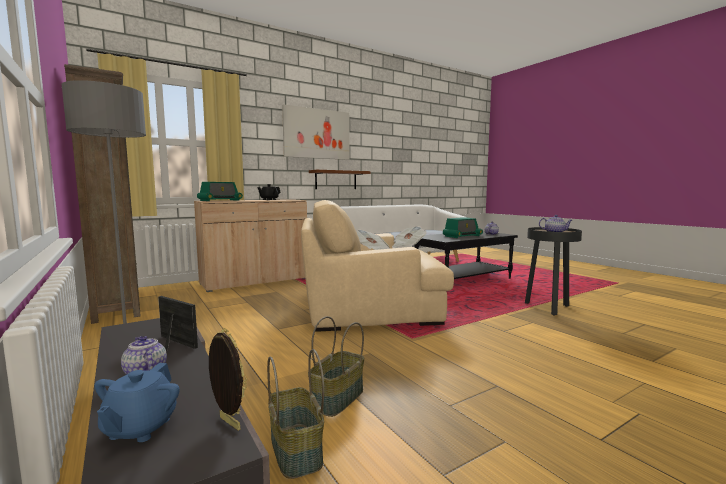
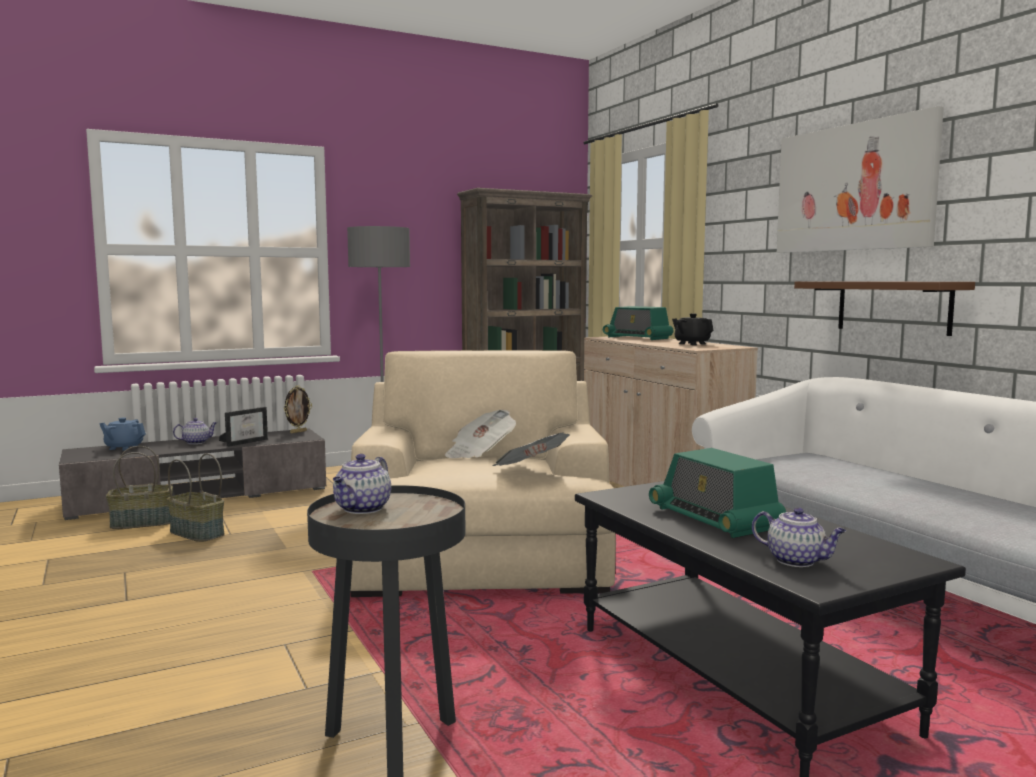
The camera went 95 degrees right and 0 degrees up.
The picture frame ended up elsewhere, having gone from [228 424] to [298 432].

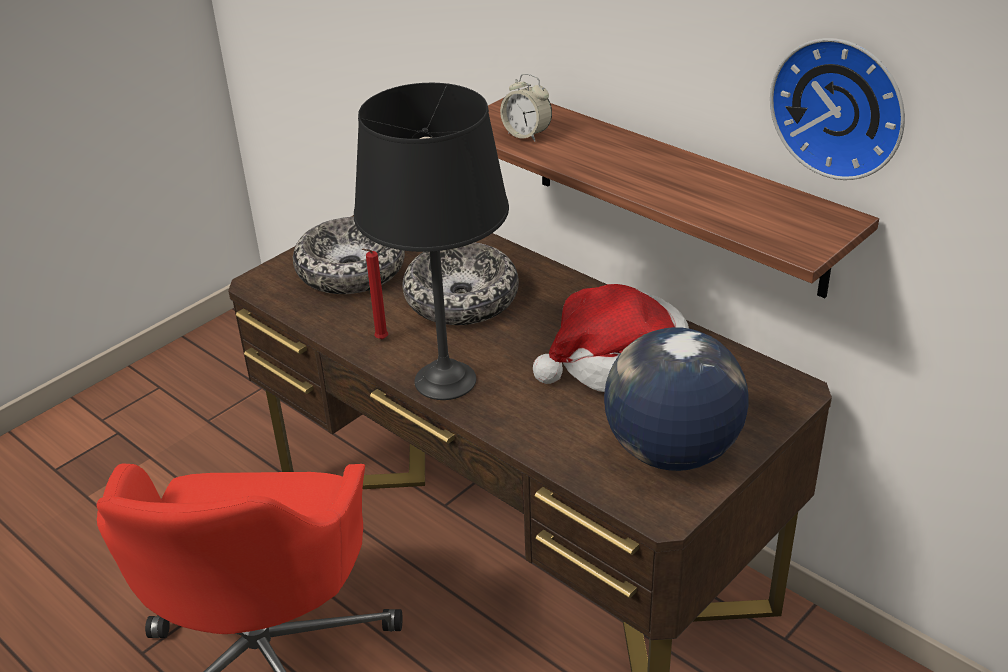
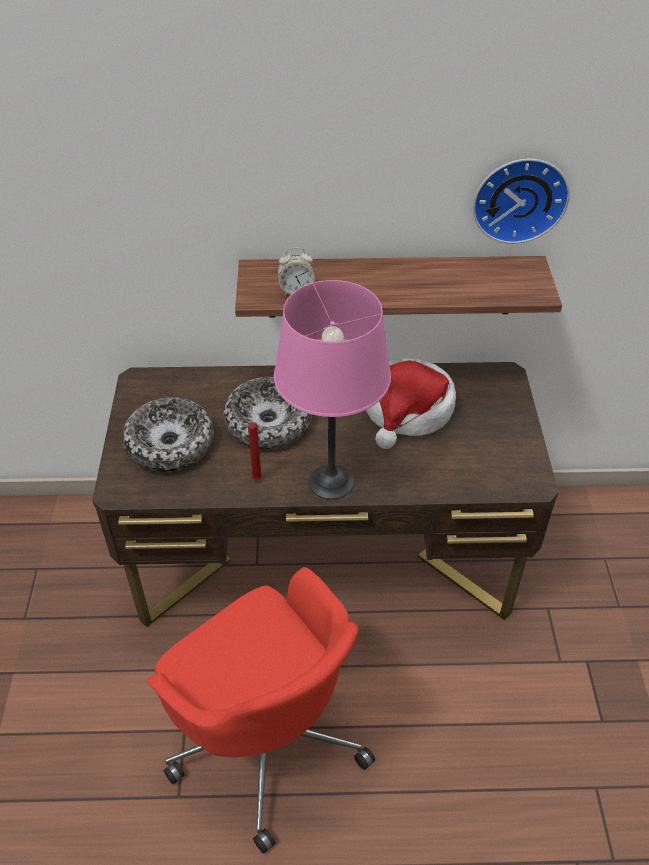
The camera went 45 degrees left and 10 degrees up.
What was the black table lamp at [445 380] turned into the pink table lamp at [330 482].
The second view lost the globe at [671 452].

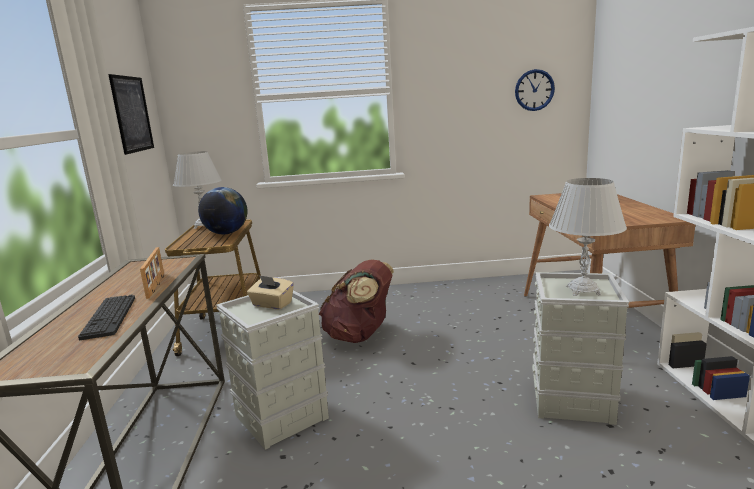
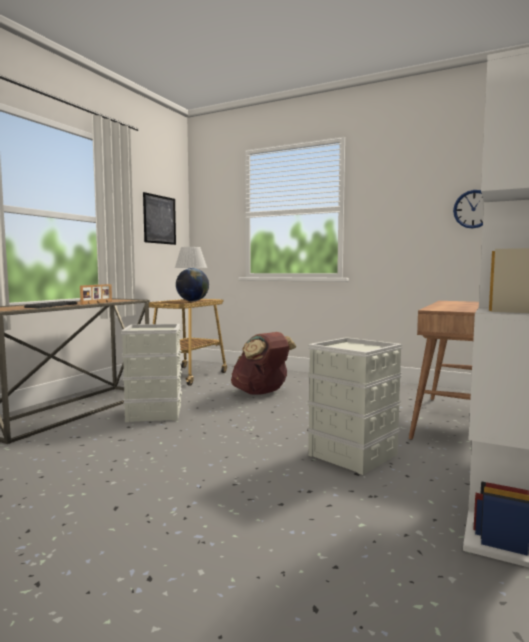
The camera went 30 degrees right and 10 degrees down.
The second view lost the beige tissue box at [272 304].
The second view lost the white table lamp at [583 290].

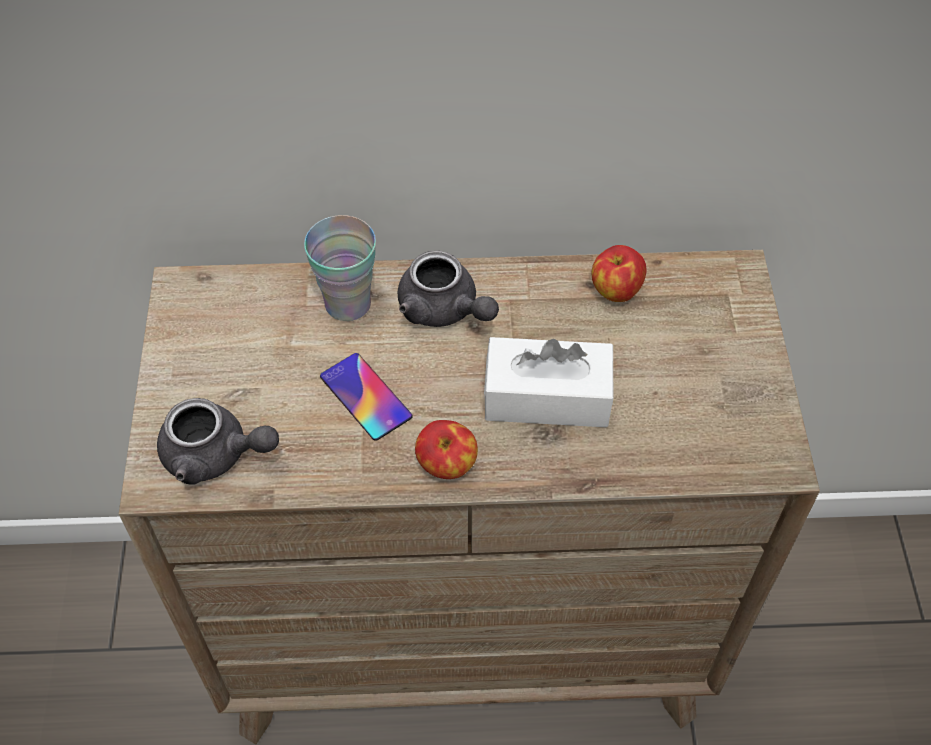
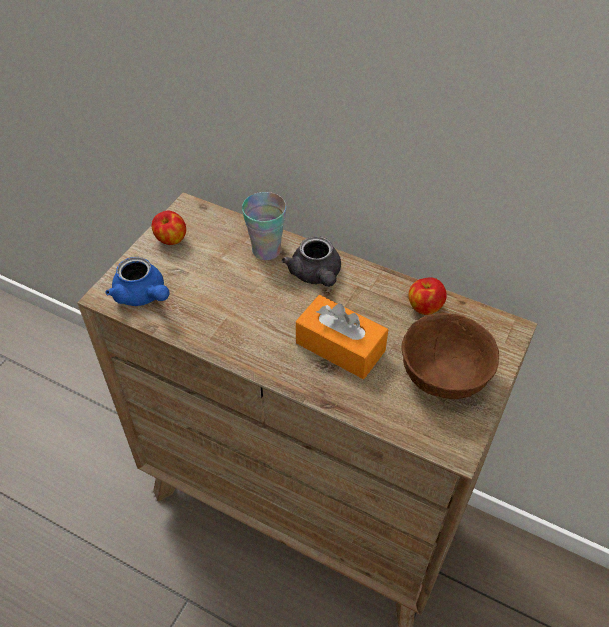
The camera went 30 degrees right and 5 degrees down.
What was the grey teapot at [215 455] turned into the blue teapot at [143 296].
The apple ended up elsewhere, having gone from [446 465] to [171 240].
What was the white tissue box at [547 397] turned into the orange tissue box at [340 347].
The second view gained the brown bowl at [442 376].
The second view lost the phone at [365 397].

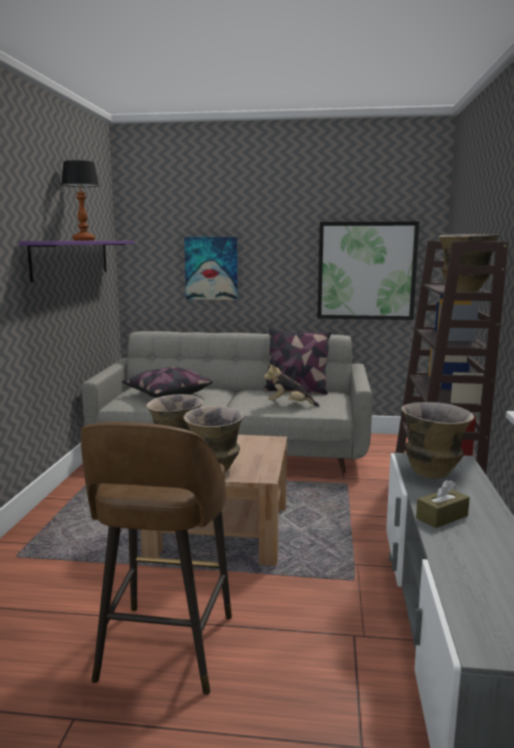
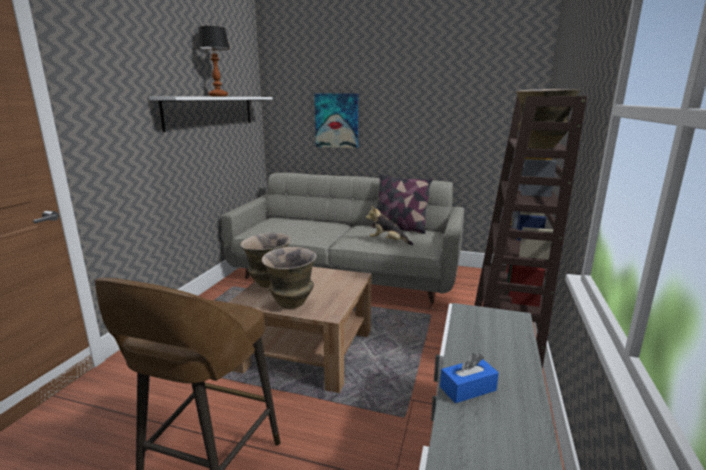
The camera went 10 degrees right and 5 degrees up.
What was the purple shelf at [72 258] turned into the white shelf at [211 111].
What was the brown tissue box at [442 517] turned into the blue tissue box at [468 389].
The second view lost the pillow at [166 394].
The second view lost the picture at [366 271].
The second view lost the vase at [432 473].

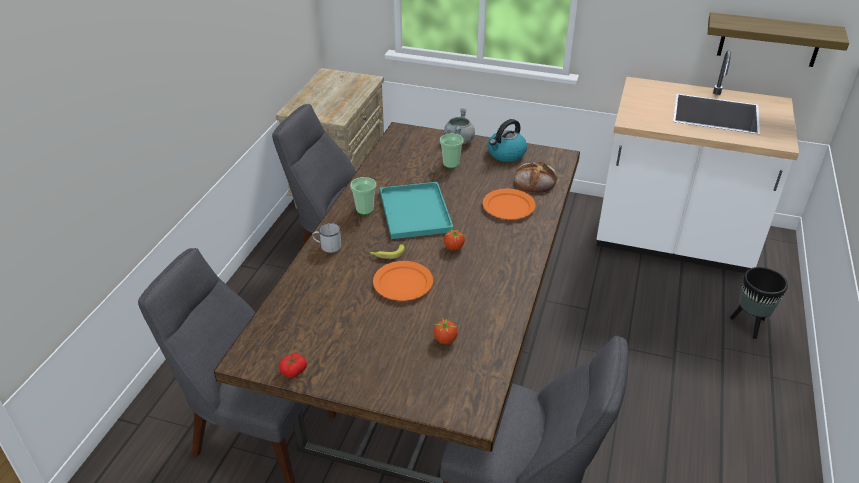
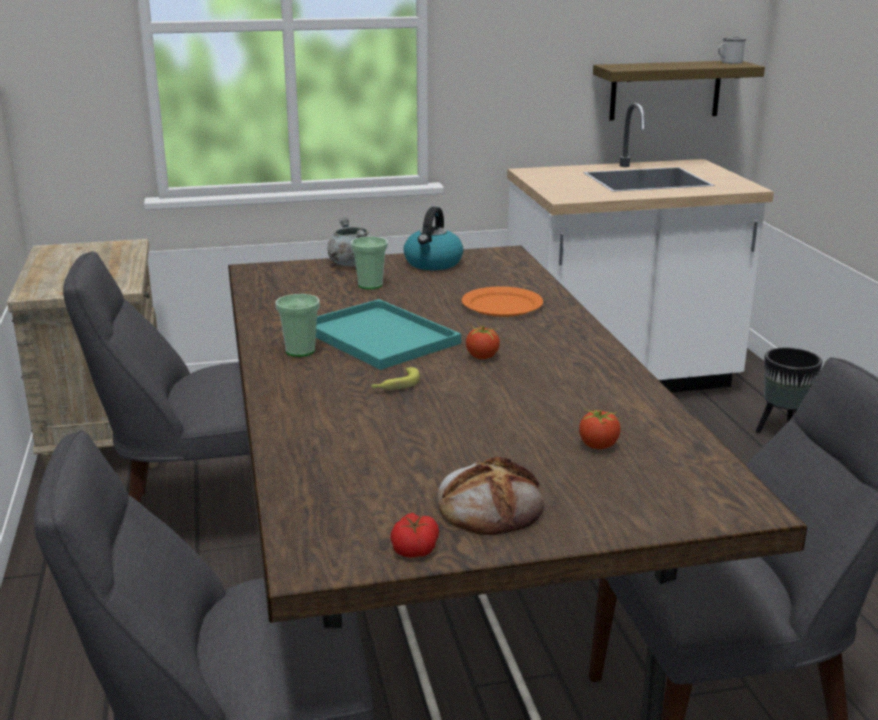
The camera went 30 degrees left and 15 degrees down.
The bread ended up elsewhere, having gone from [535 180] to [491 506].
The white mug ended up elsewhere, having gone from [327 246] to [728 62].
The second view lost the orange plate at [403 283].

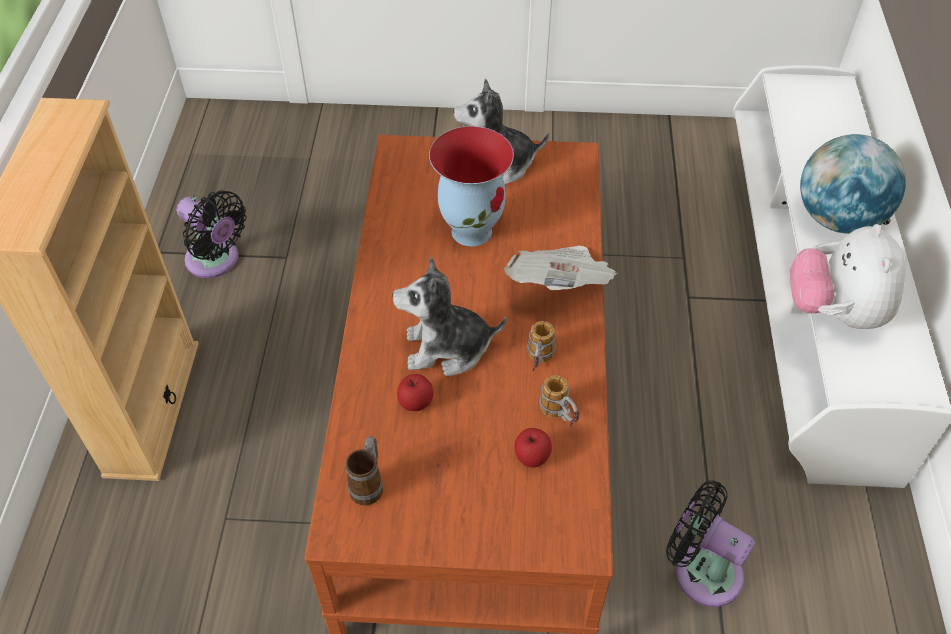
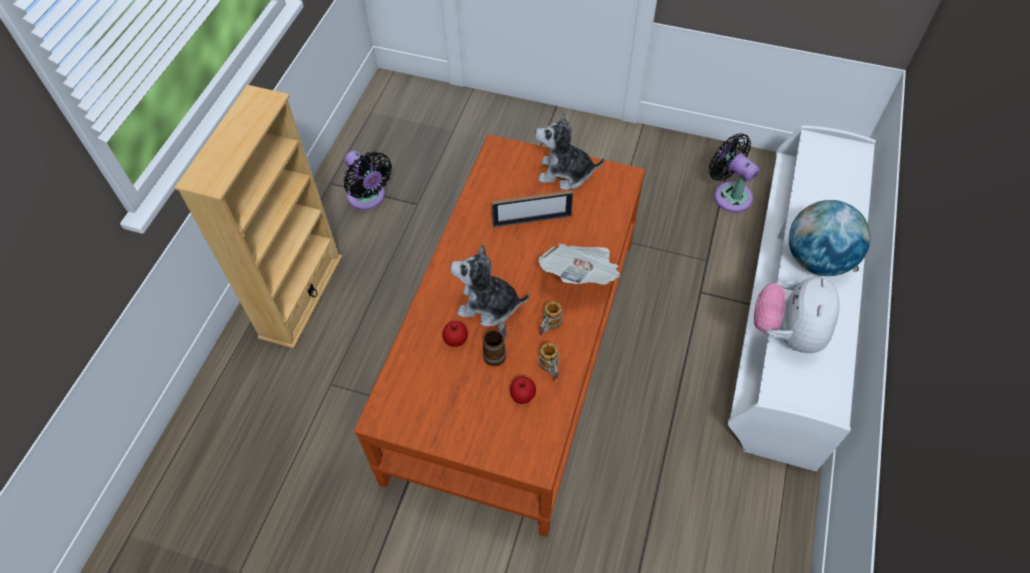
The camera went 15 degrees right and 5 degrees up.
The mug ended up elsewhere, having gone from [369 484] to [497 353].
Where the vase stood at [472 230], the picture frame came to stand at [532 220].
The black fan ended up elsewhere, having gone from [701 570] to [729 194].

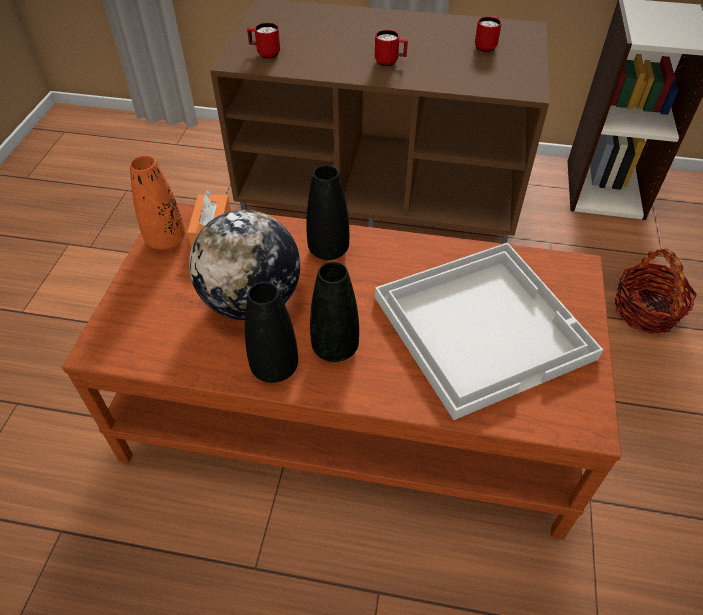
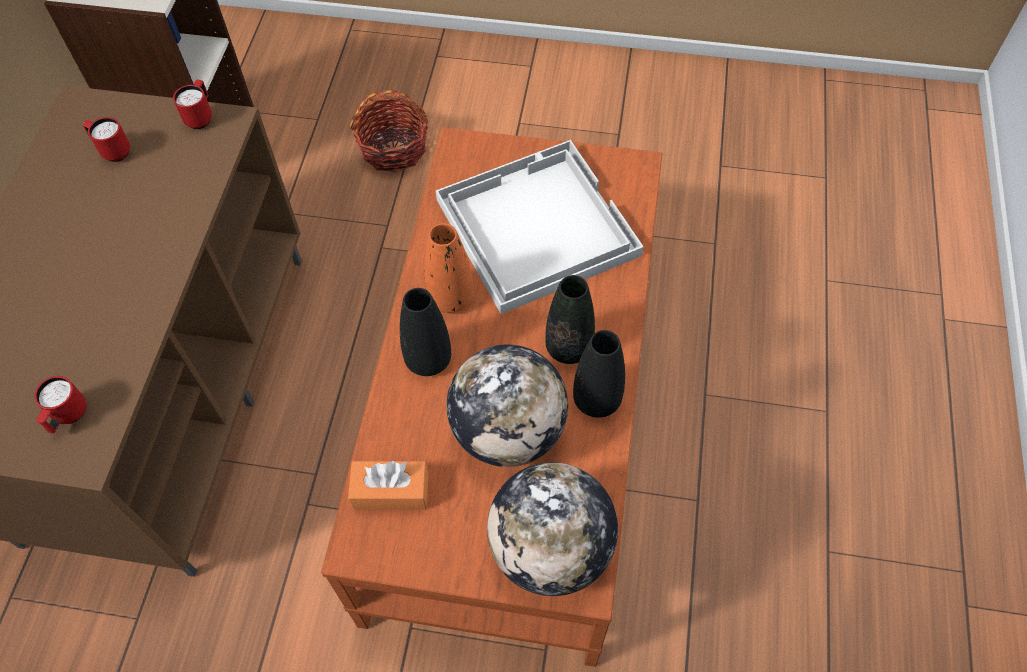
The camera went 90 degrees left and 10 degrees up.
The red mug ended up elsewhere, having gone from [390 62] to [201 117].
The orange vase ended up elsewhere, having gone from [166 240] to [450 298].
The second view gained the globe at [551 549].

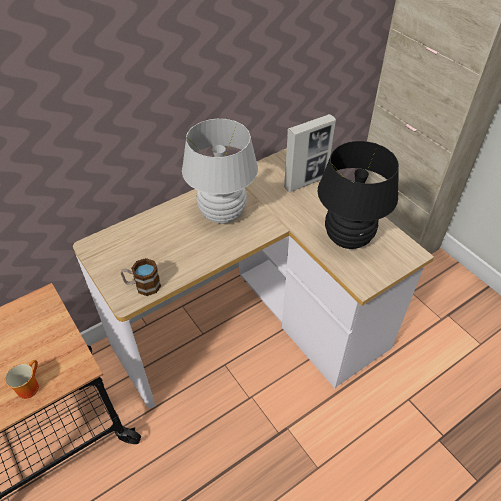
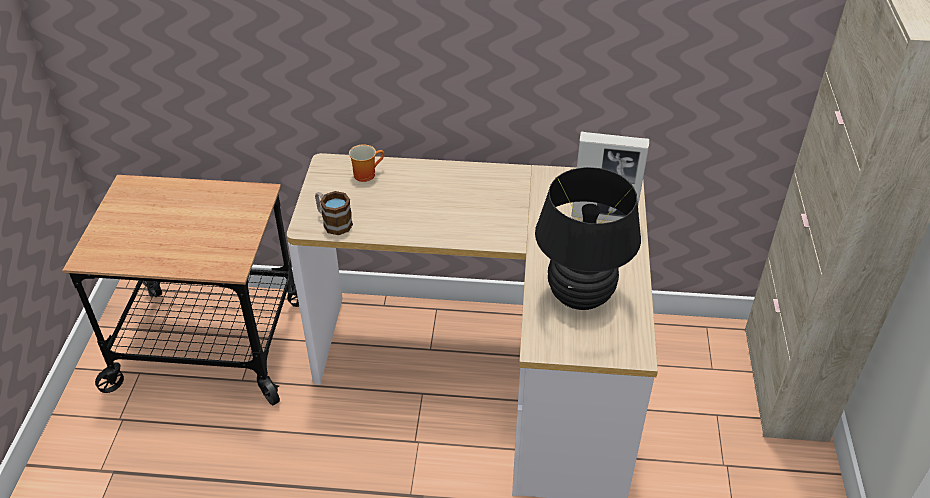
The camera went 40 degrees right and 5 degrees down.
The mug ended up elsewhere, having gone from [28 386] to [366 173].
The second view lost the white table lamp at [222 213].

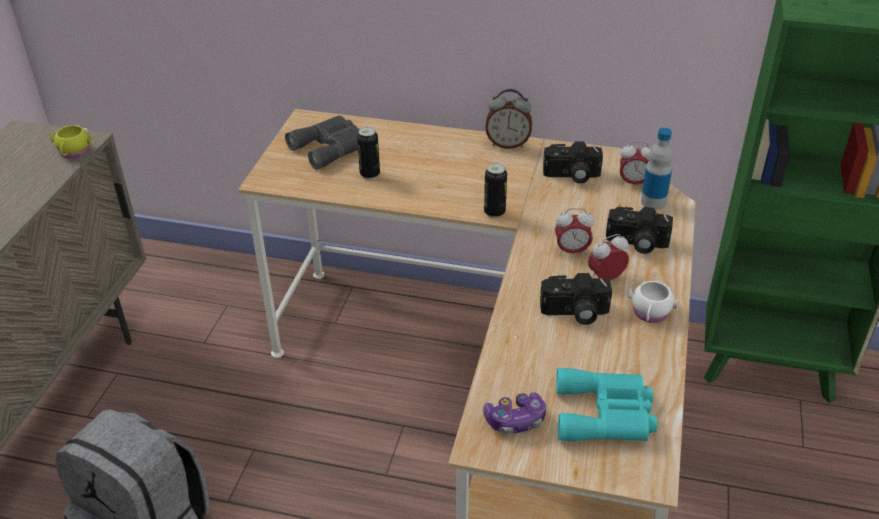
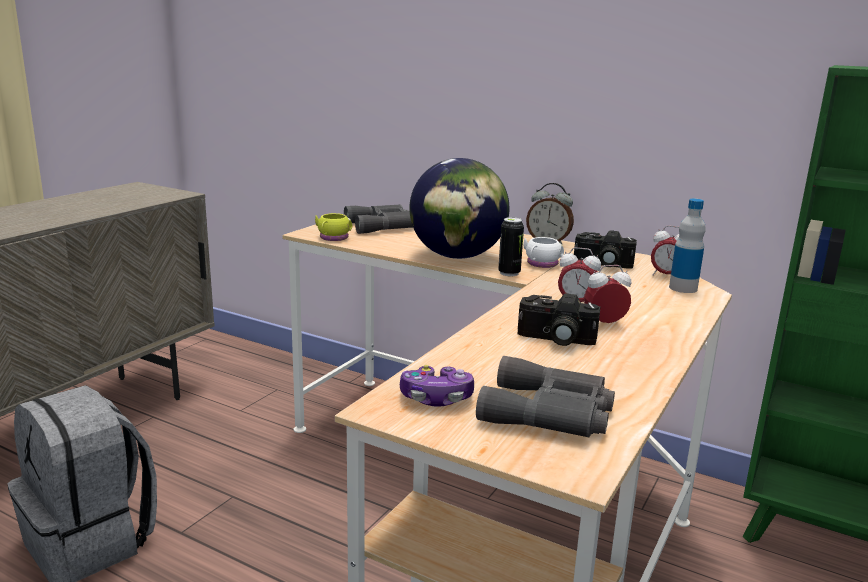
The camera went 15 degrees right and 20 degrees down.
The yellow mug ended up elsewhere, having gone from [74 153] to [332 238].
The second view gained the globe at [457 256].
What was the turquoise binoculars at [606 414] turned into the grey binoculars at [550 412].
The white mug ended up elsewhere, having gone from [650 314] to [541 264].
The second view lost the can at [370 174].
The second view lost the photo camera at [636 243].

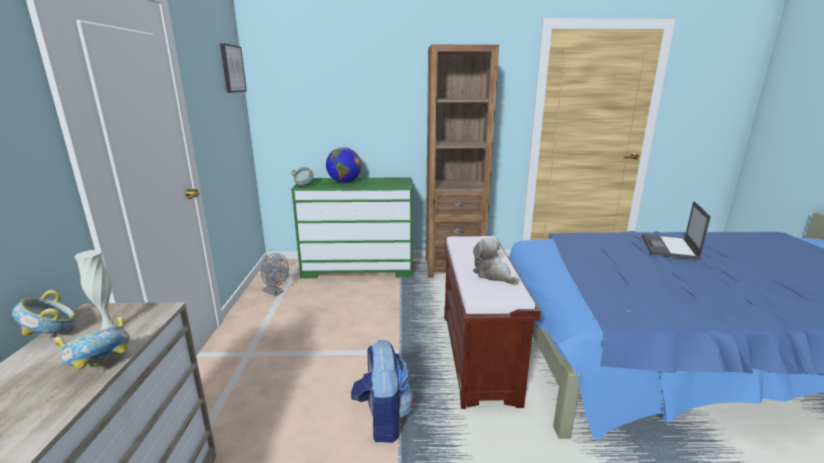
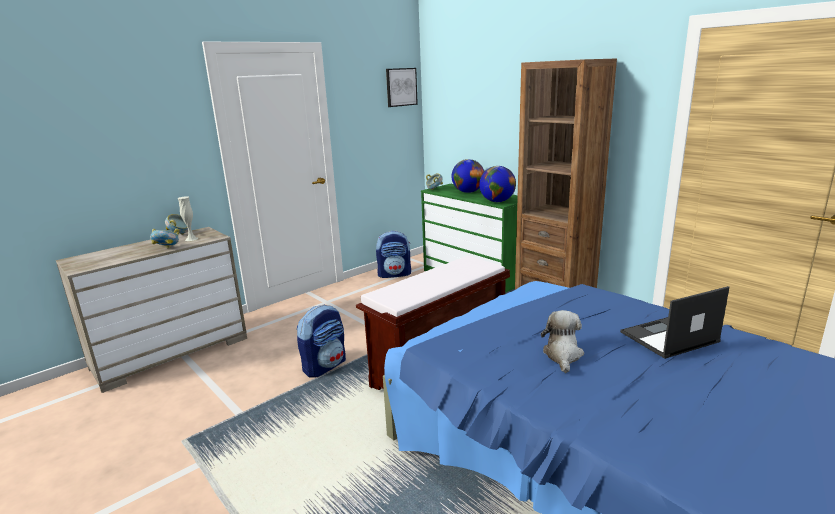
The camera went 50 degrees right and 0 degrees up.
Where the grey fan stood at [275 292], the backpack came to stand at [394 274].
The second view gained the globe at [497 201].
The plush toy ended up elsewhere, having gone from [493 275] to [562 355].

